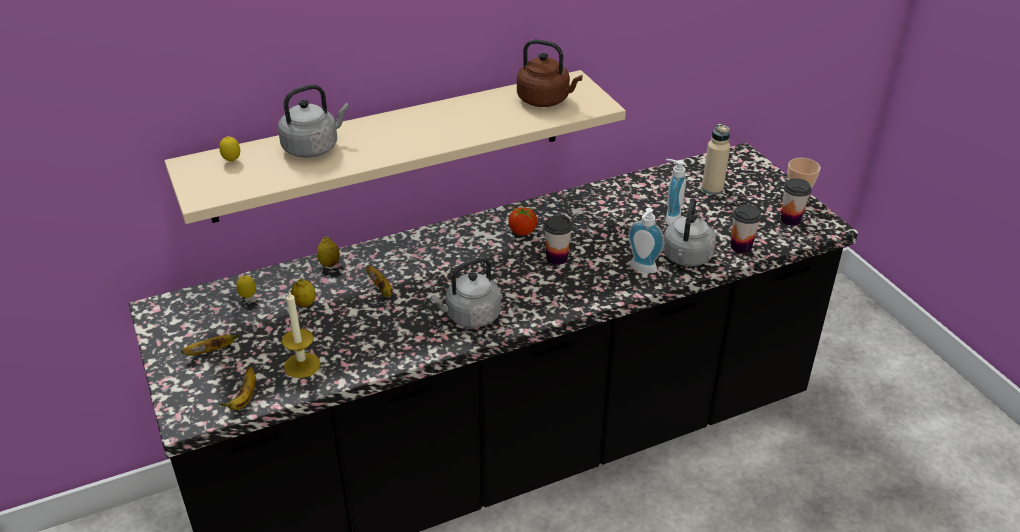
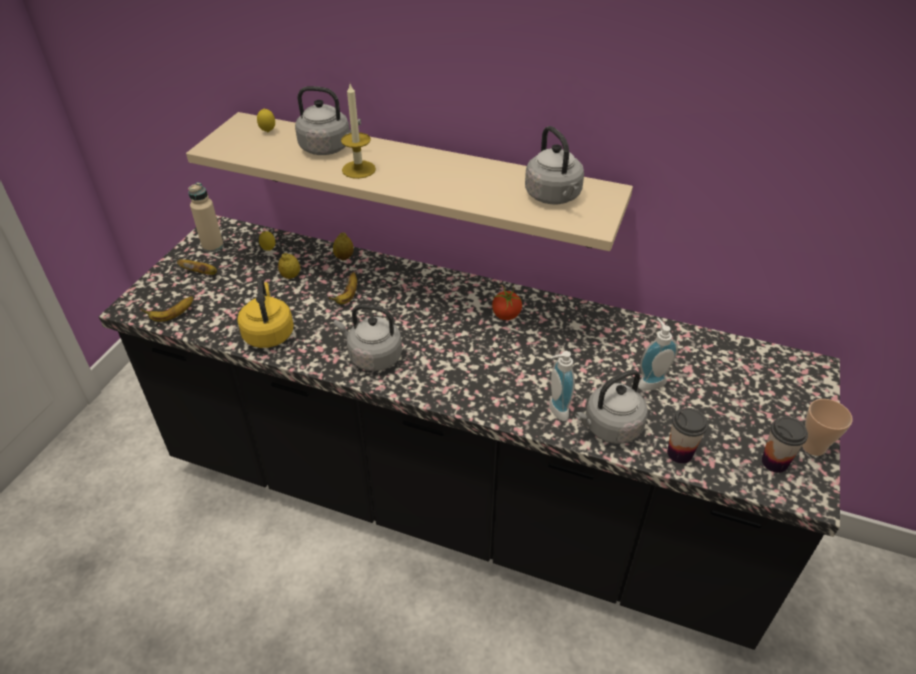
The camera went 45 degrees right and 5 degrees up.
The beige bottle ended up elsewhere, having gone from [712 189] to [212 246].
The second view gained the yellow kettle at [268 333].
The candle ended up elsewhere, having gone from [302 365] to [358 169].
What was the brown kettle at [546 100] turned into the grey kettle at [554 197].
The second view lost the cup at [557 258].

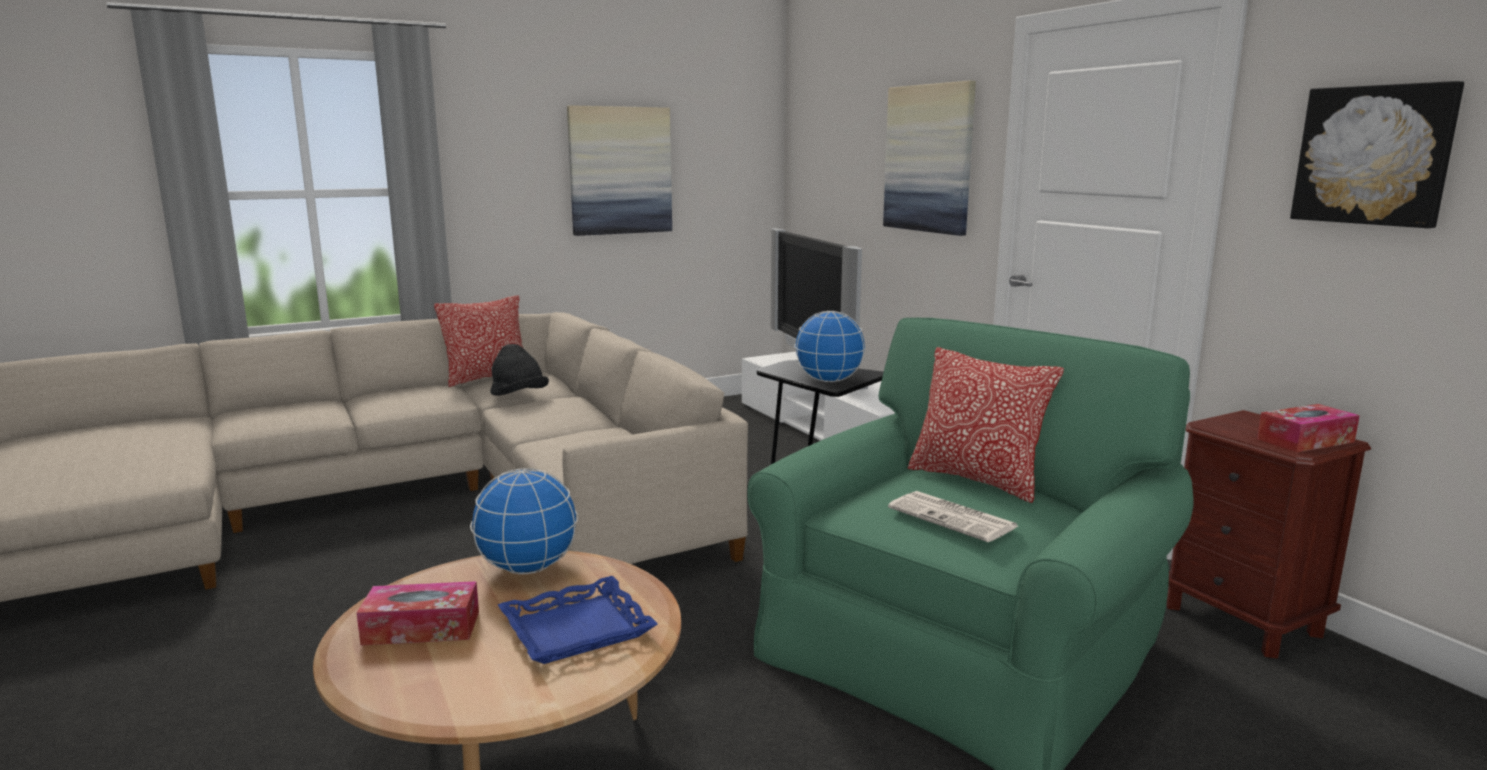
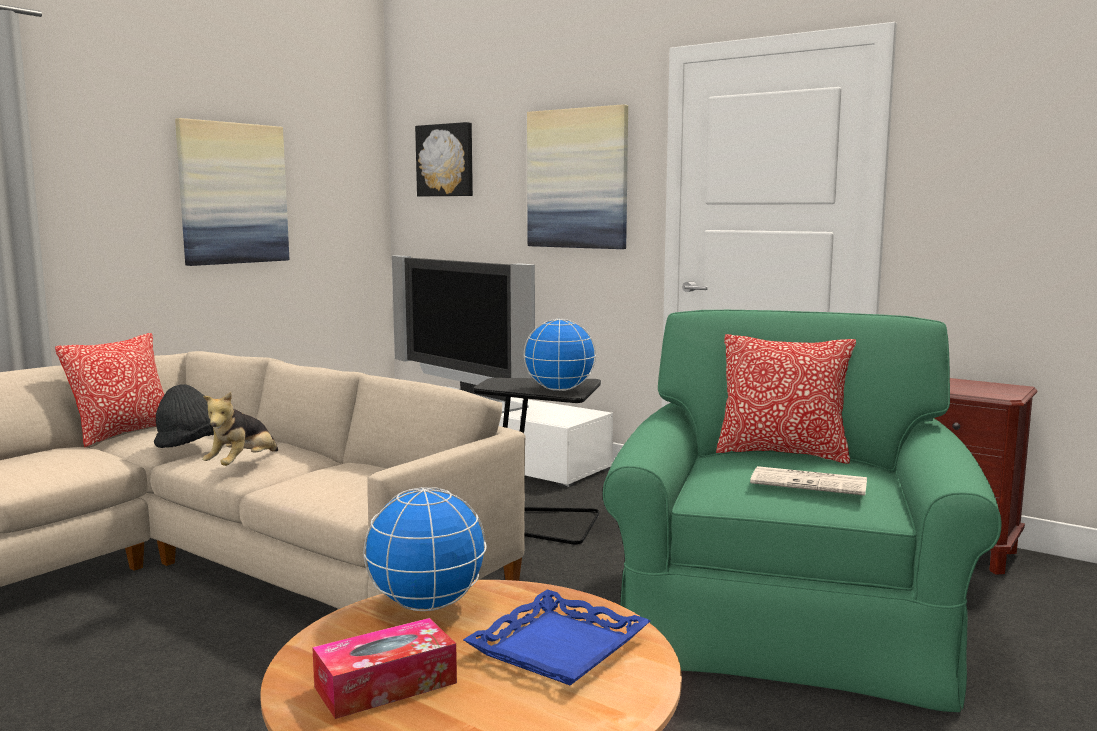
The camera went 25 degrees left and 5 degrees down.
The second view gained the plush toy at [242 465].
The picture ended up elsewhere, having gone from [1374 155] to [446 160].
The second view lost the tissue box at [1305 440].

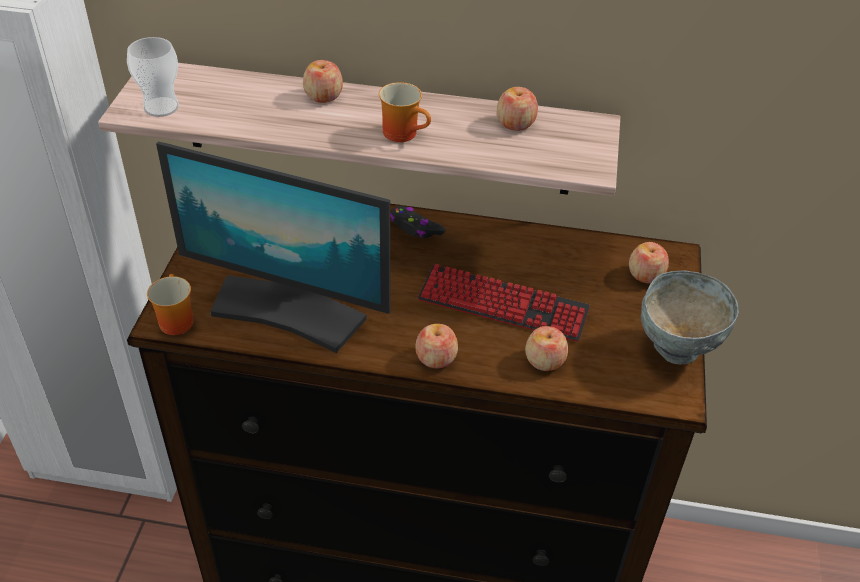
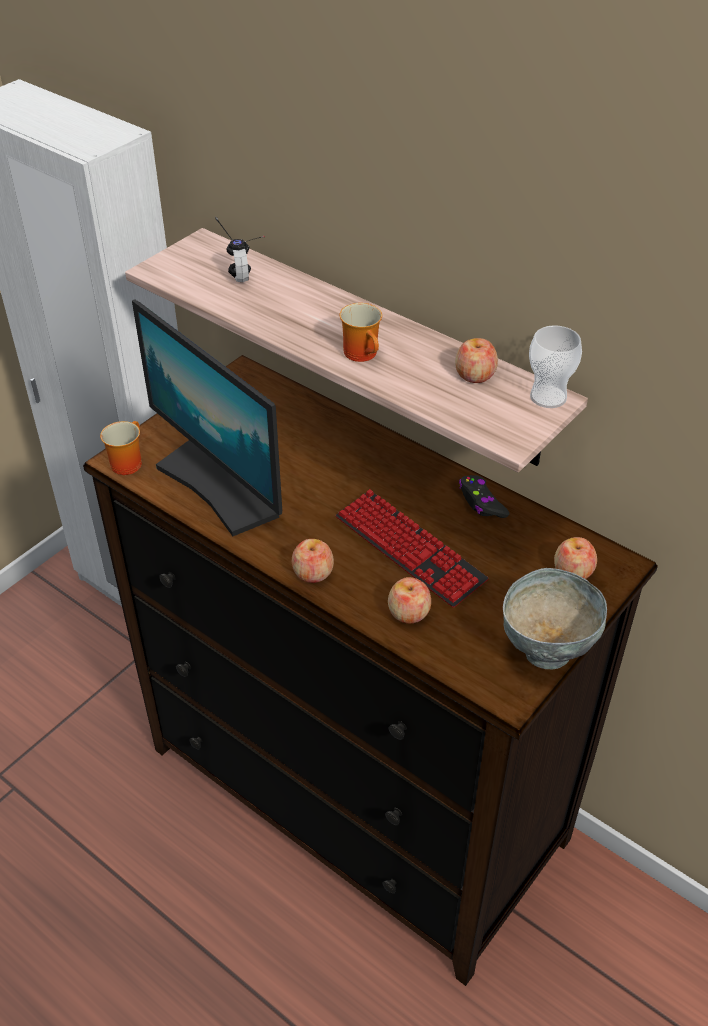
The camera went 30 degrees right and 0 degrees up.
The second view gained the headphones at [244 267].
The black game controller ended up elsewhere, having gone from [415 228] to [481 502].
The cup ended up elsewhere, having gone from [161 107] to [548 397].
The second view lost the apple at [323 96].

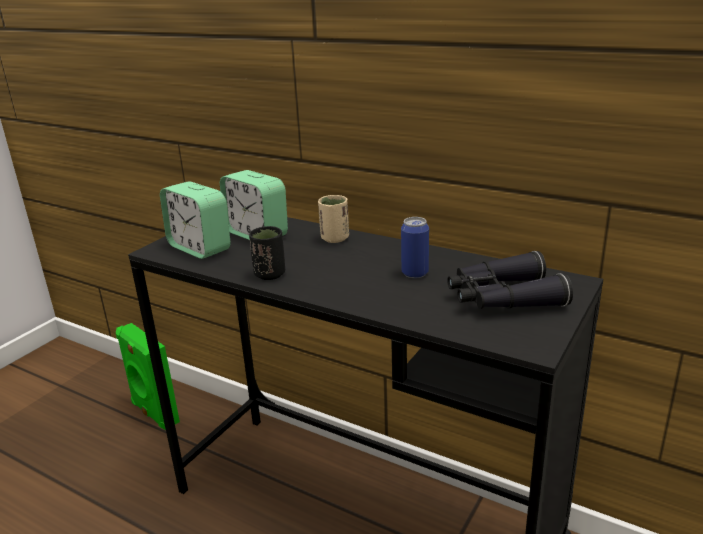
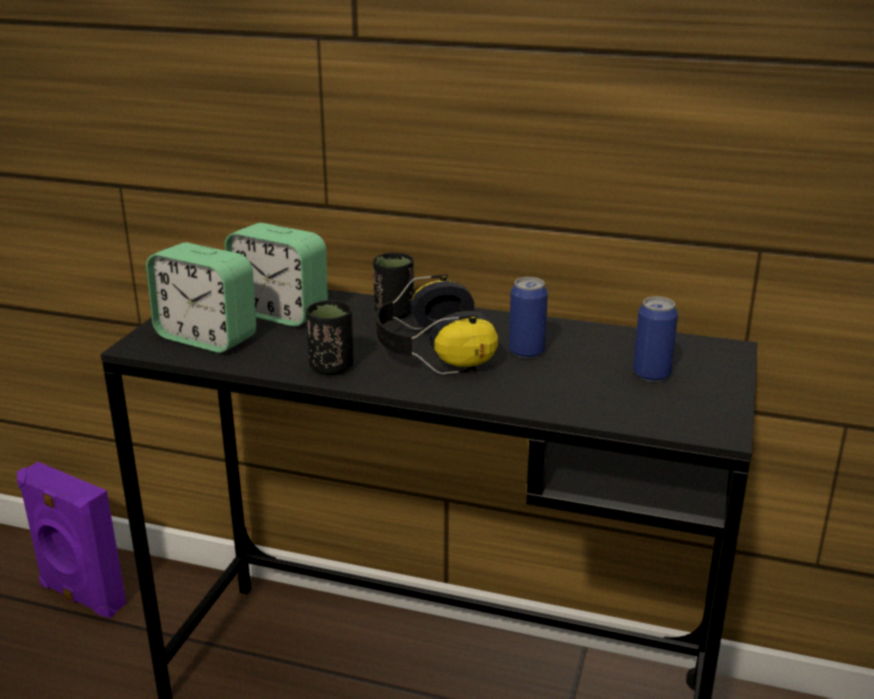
The camera went 15 degrees left and 0 degrees up.
What was the green speaker at [154 413] turned into the purple speaker at [80 596].
What was the beige cup at [335 238] turned into the black cup at [394 313].
The second view gained the headphones at [431 351].
Where the black binoculars stood at [502 298], the can came to stand at [651 374].

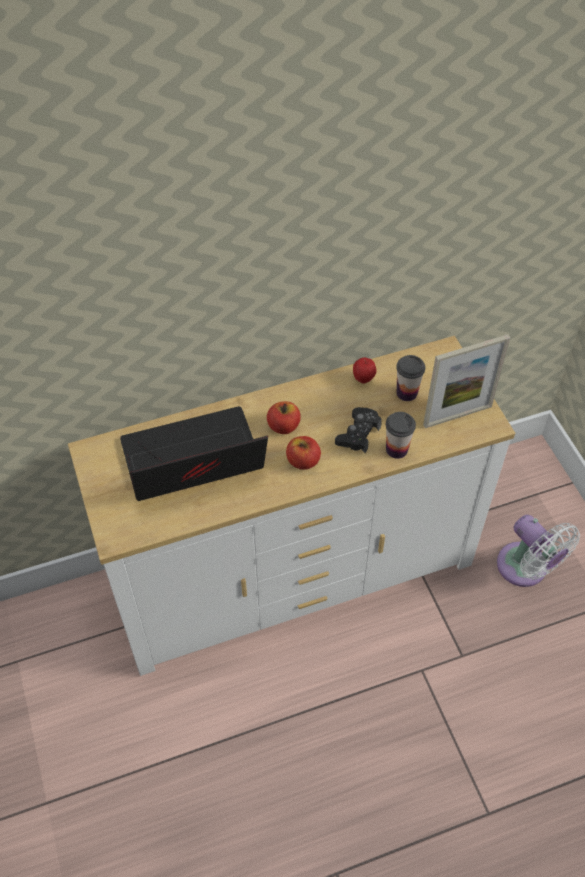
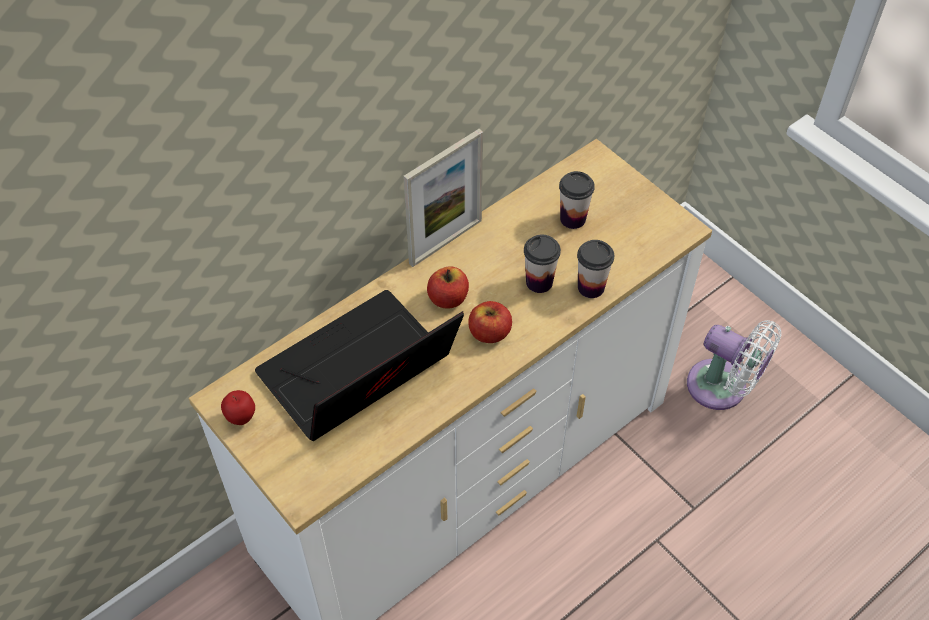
The camera went 20 degrees left and 0 degrees up.
The apple ended up elsewhere, having gone from [363 379] to [241 418].
The picture frame ended up elsewhere, having gone from [457 415] to [445 242].
Where the black game controller stood at [358 434], the cup came to stand at [539 282].

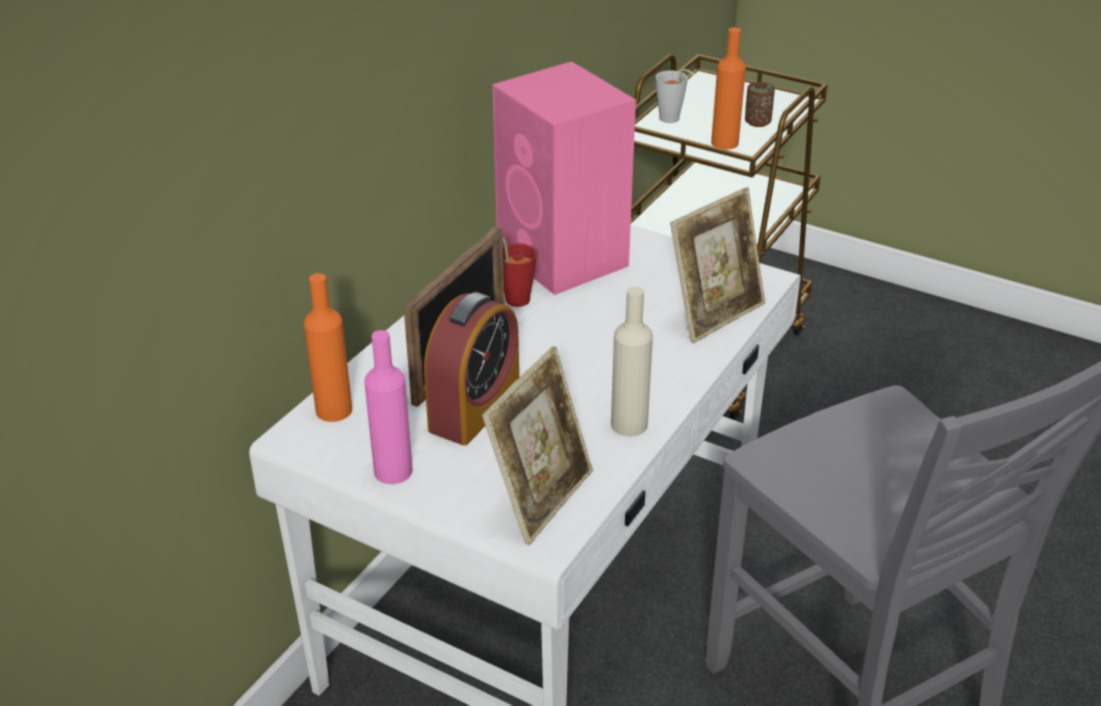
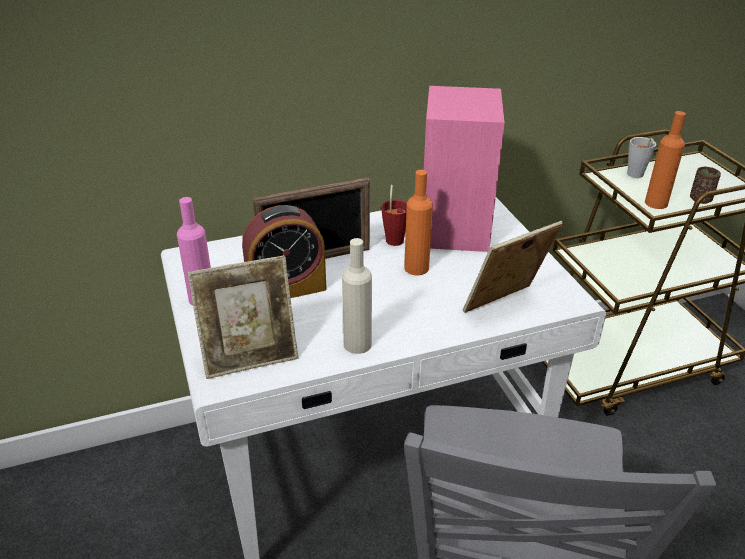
The camera went 40 degrees right and 0 degrees up.
The orange bottle ended up elsewhere, having gone from [334 410] to [416 268].
The picture frame at [715 314] ended up facing another way, 150 degrees clockwise from before.

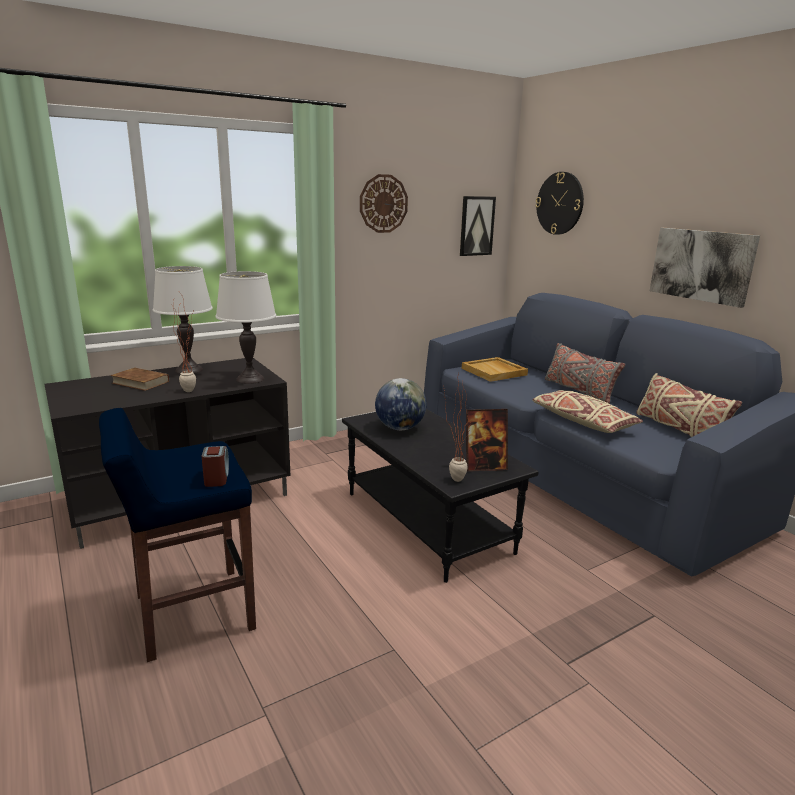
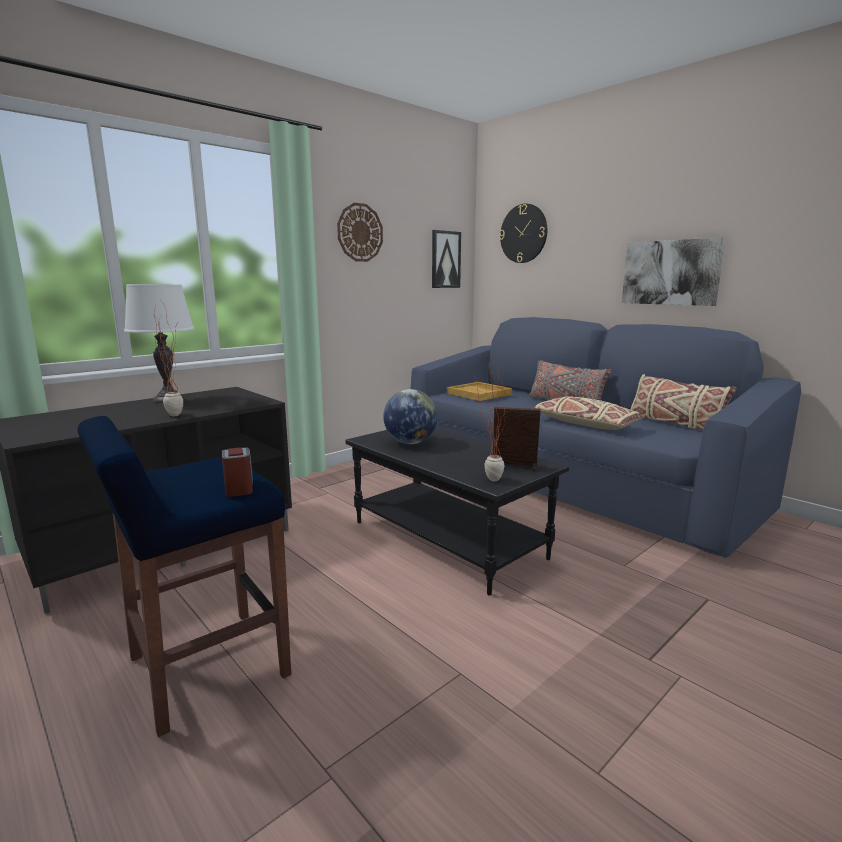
The camera went 10 degrees left and 5 degrees down.
The picture frame at [484 466] ended up facing another way, 150 degrees counterclockwise from before.
The second view lost the brown book at [140 382].
The second view lost the white table lamp at [250 379].

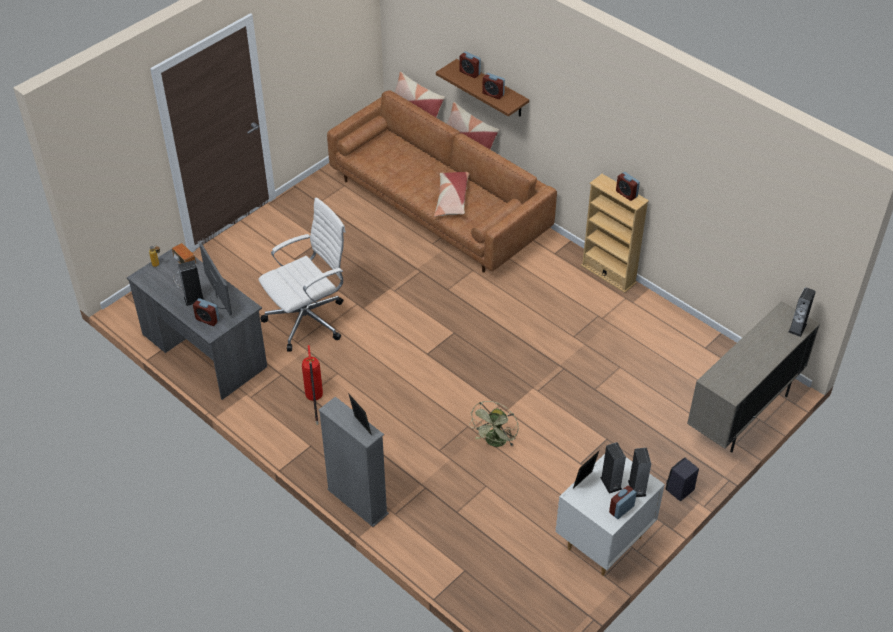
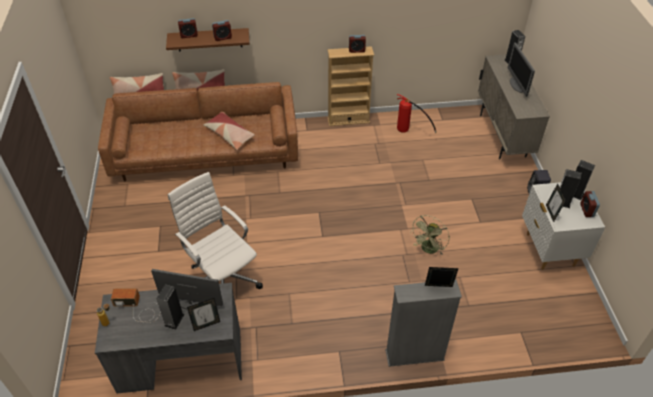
The camera went 50 degrees left and 0 degrees up.
The white office chair at [308 319] ended up facing another way, 45 degrees counterclockwise from before.
Where the alarm clock stood at [207 319], the picture frame came to stand at [206 324].
The fire extinguisher ended up elsewhere, having gone from [314 403] to [409 131].
The green fan at [495 442] ended up facing another way, 60 degrees clockwise from before.
The second view gained the monitor at [516 85].

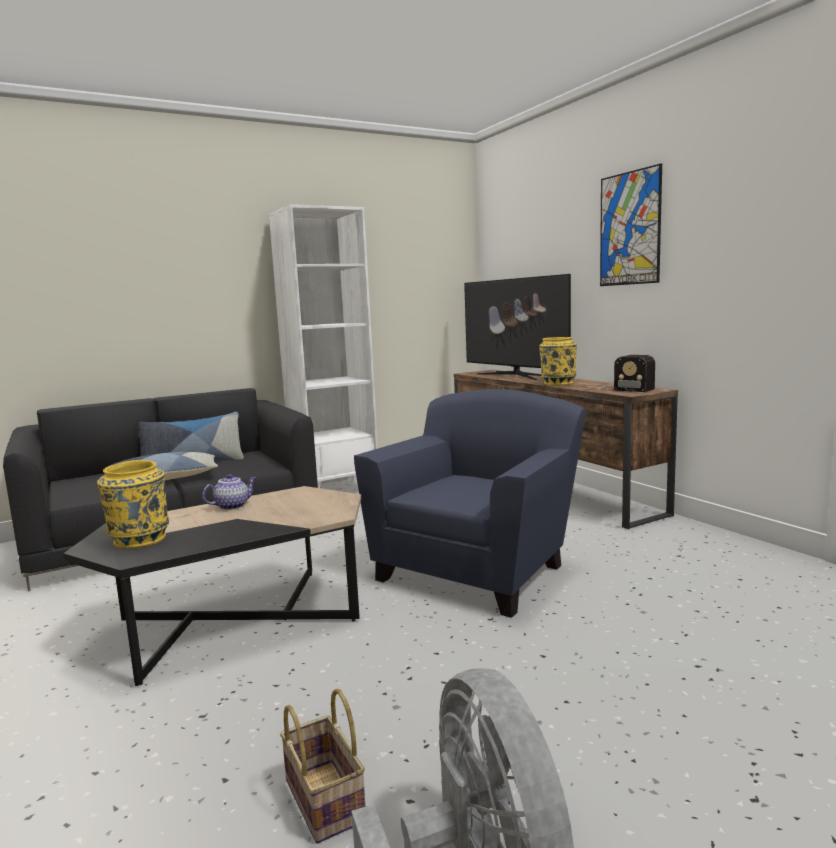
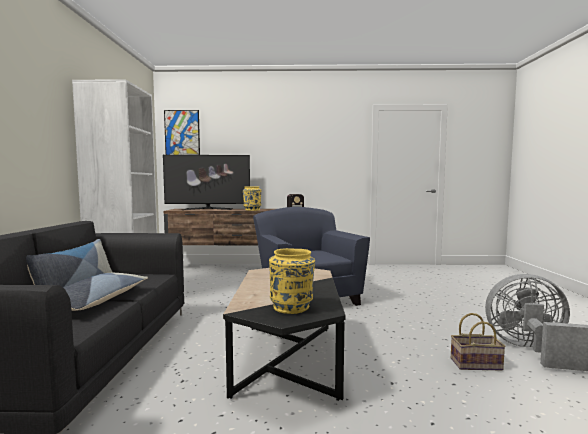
The camera went 60 degrees left and 5 degrees down.
The picture ended up elsewhere, having gone from [629 229] to [182 135].
The second view lost the teapot at [232 506].

